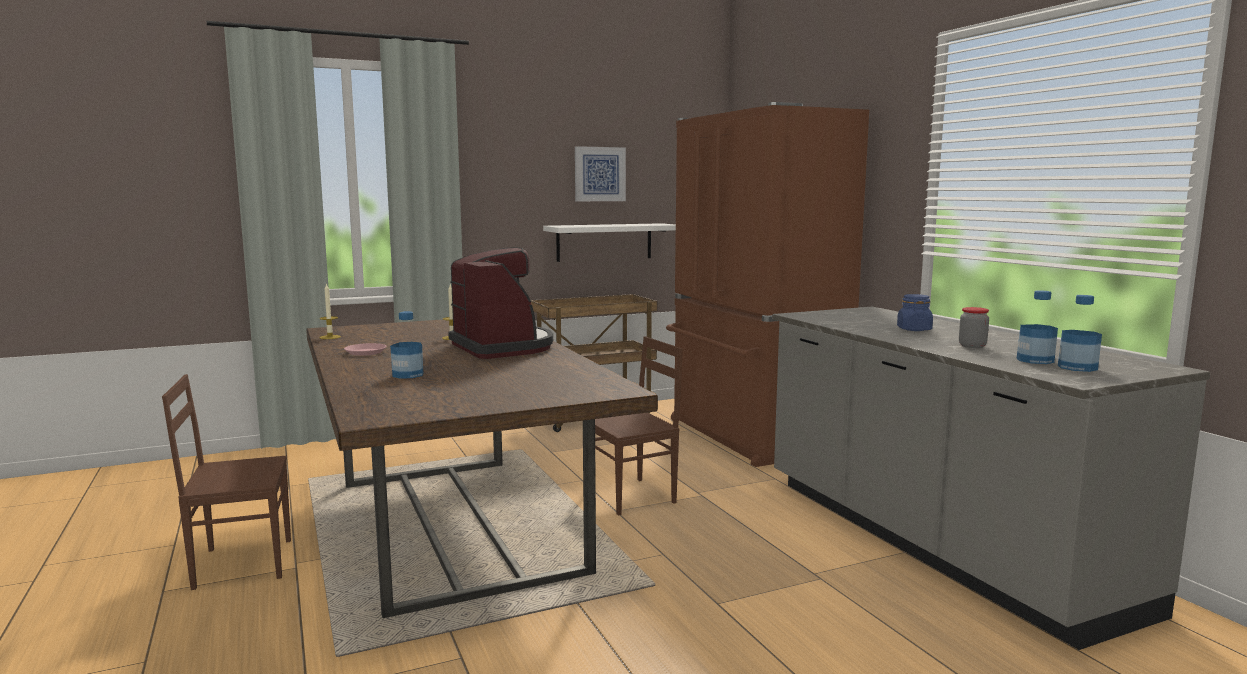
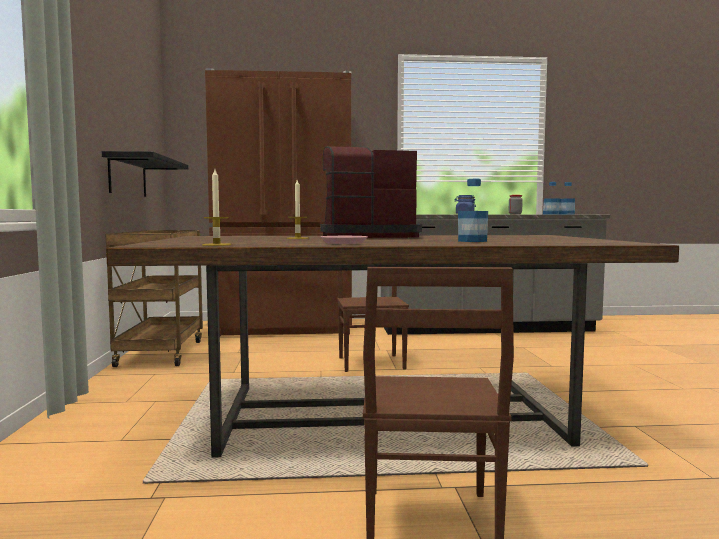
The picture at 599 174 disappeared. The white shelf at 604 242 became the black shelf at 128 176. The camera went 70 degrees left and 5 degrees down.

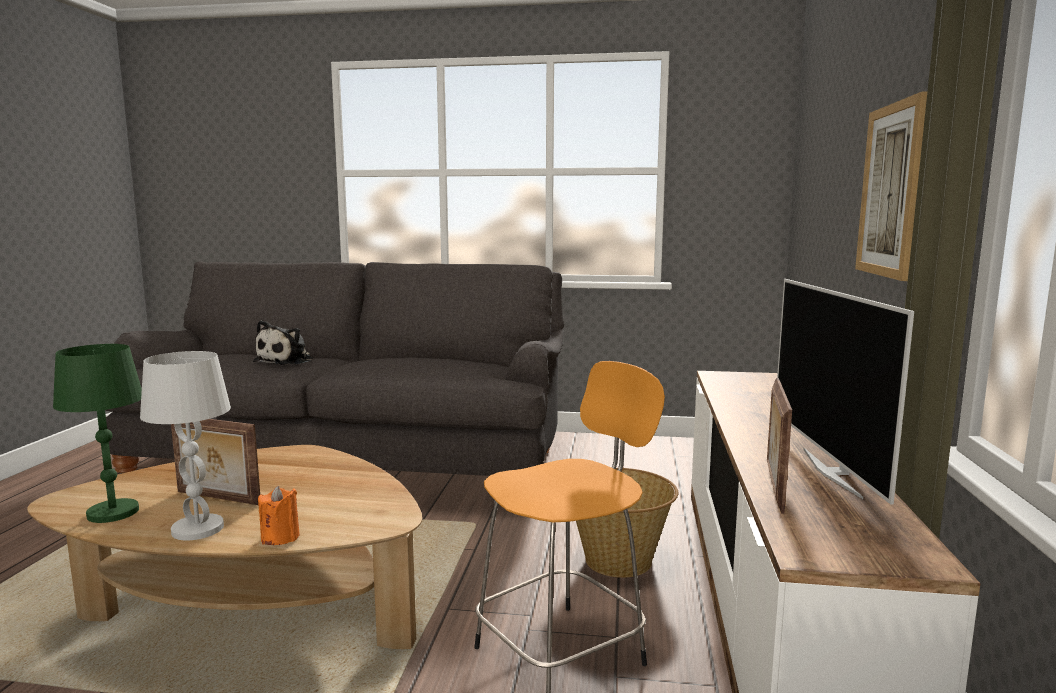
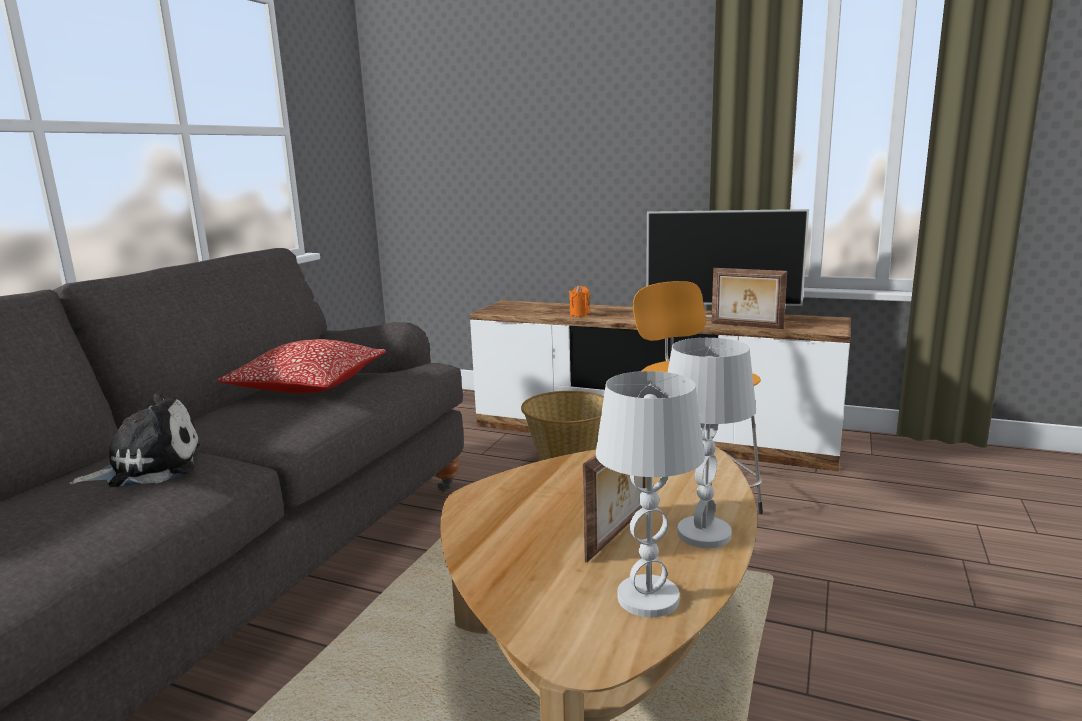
The picture at 890 190 disappeared. The plush toy at 287 360 turned 60 degrees counterclockwise. The green table lamp at 112 512 became the white table lamp at 648 598. The orange candle moved from 280 537 to 579 315. The pillow at 308 386 appeared. The camera went 75 degrees left and 5 degrees up.

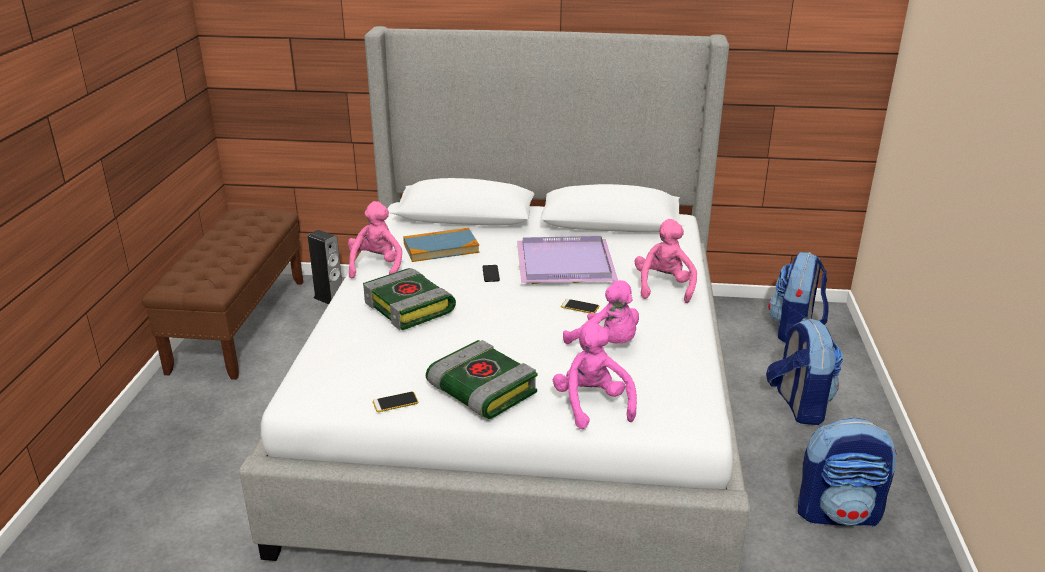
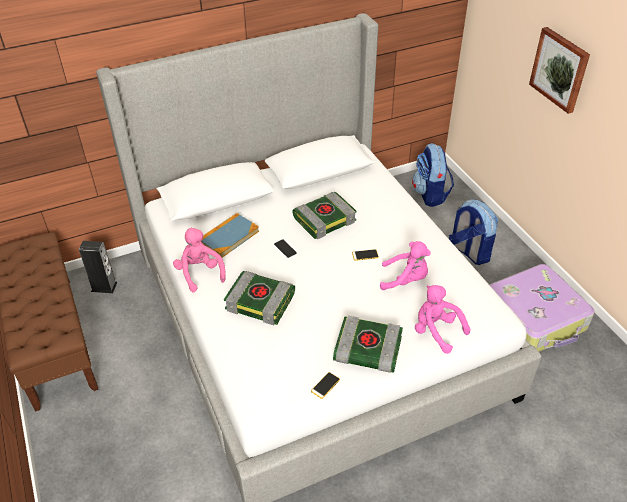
The pink plush toy at 664 287 disappeared. The purple tray at 566 263 was replaced by the book at 324 219. The backpack at 838 513 was replaced by the suitcase at 535 318. The picture at 560 69 appeared. The camera went 30 degrees left and 15 degrees up.

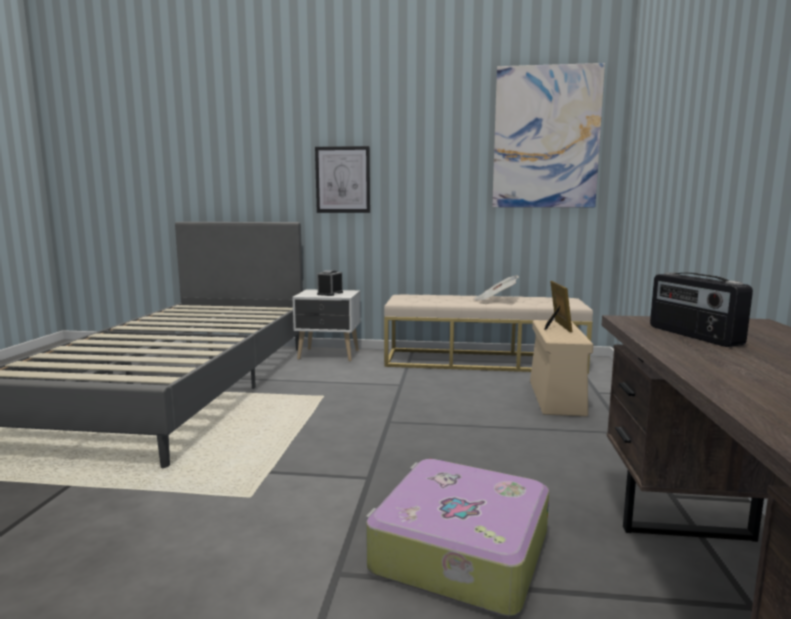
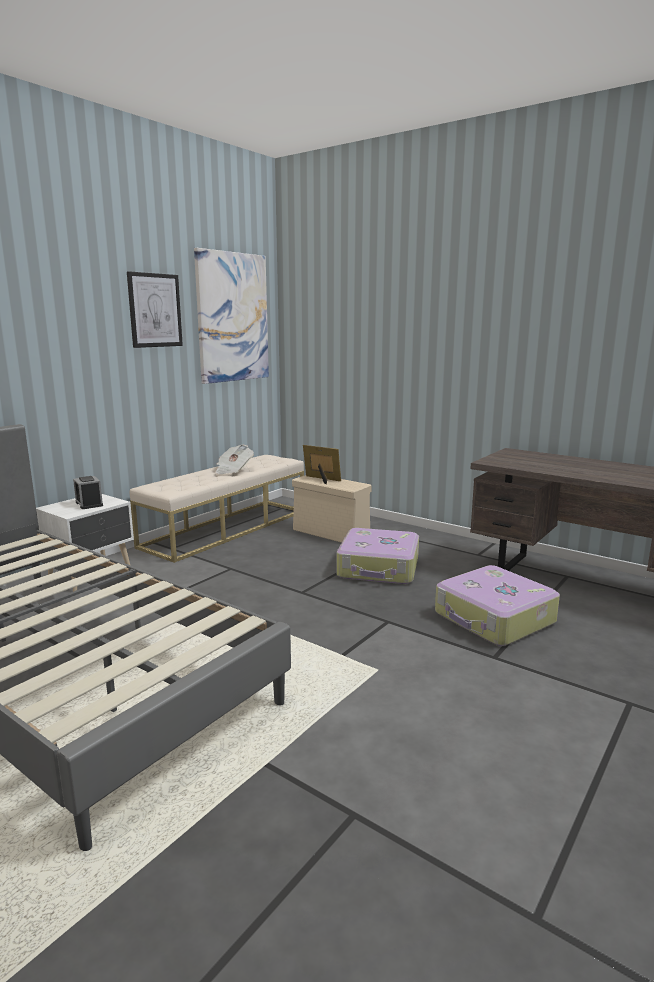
The picture moved from 343 180 to 155 310. The radio at 693 335 disappeared. The suitcase at 379 568 appeared. The camera went 60 degrees left and 5 degrees up.

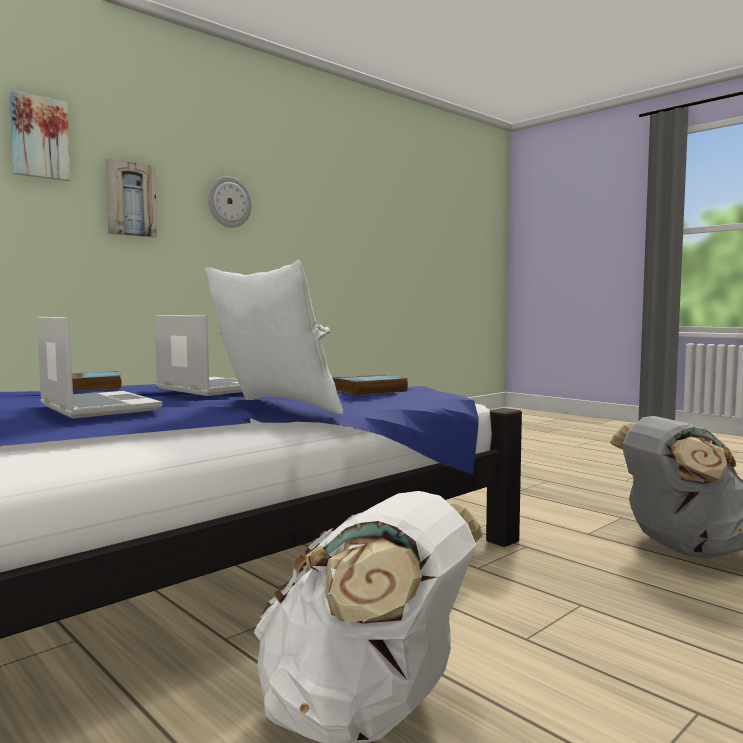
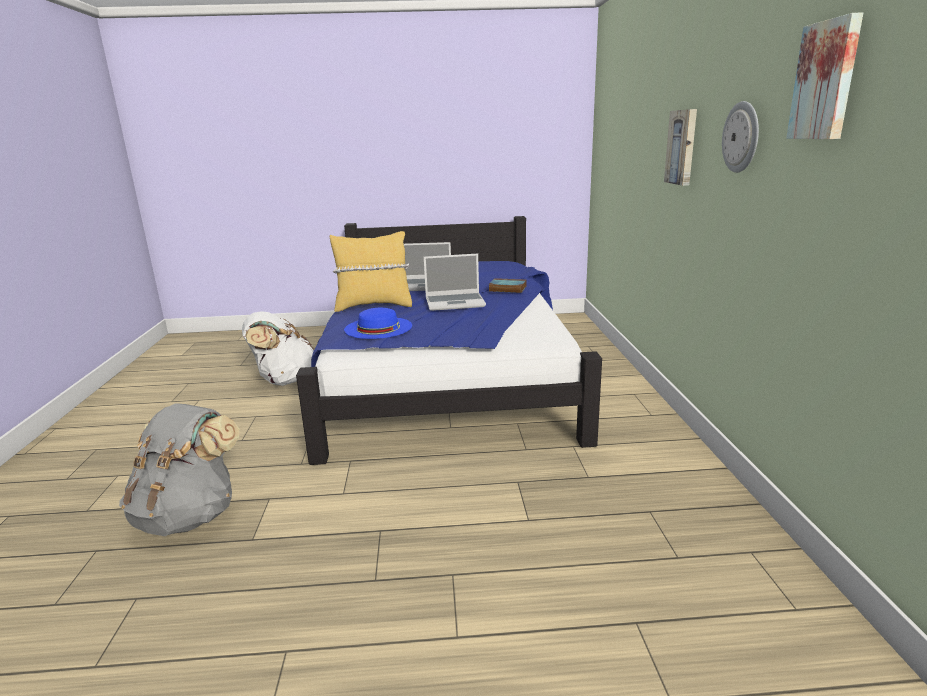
The picture moved from 39 138 to 826 81. The white pillow at 272 409 became the yellow pillow at 373 306. The book at 369 391 was replaced by the blue hat at 378 327. The camera went 130 degrees right and 15 degrees up.

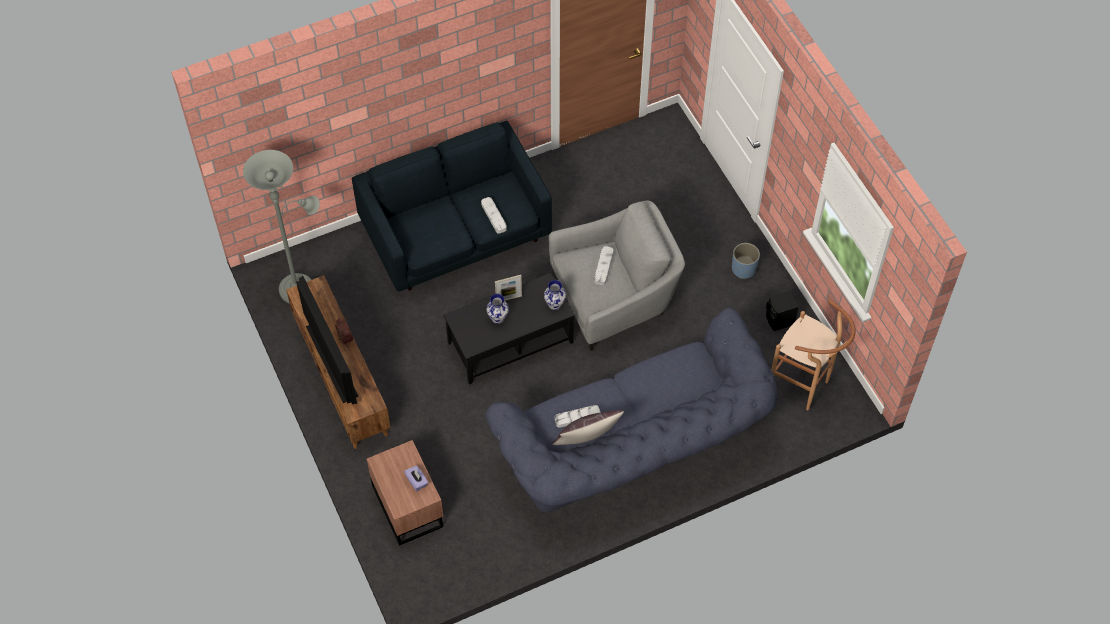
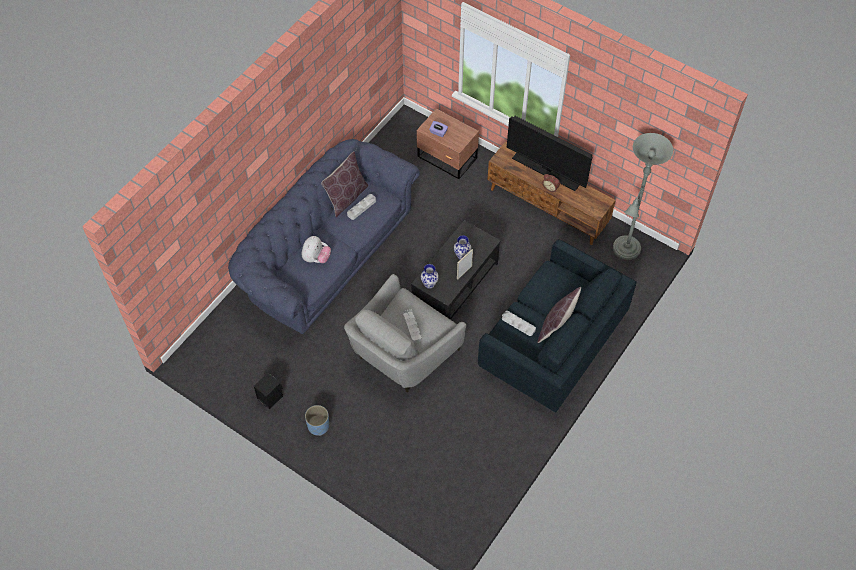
The brown stool at 803 388 disappeared. The plush toy at 316 258 appeared. The brown pillow at 556 326 appeared. The camera went 150 degrees right and 0 degrees up.

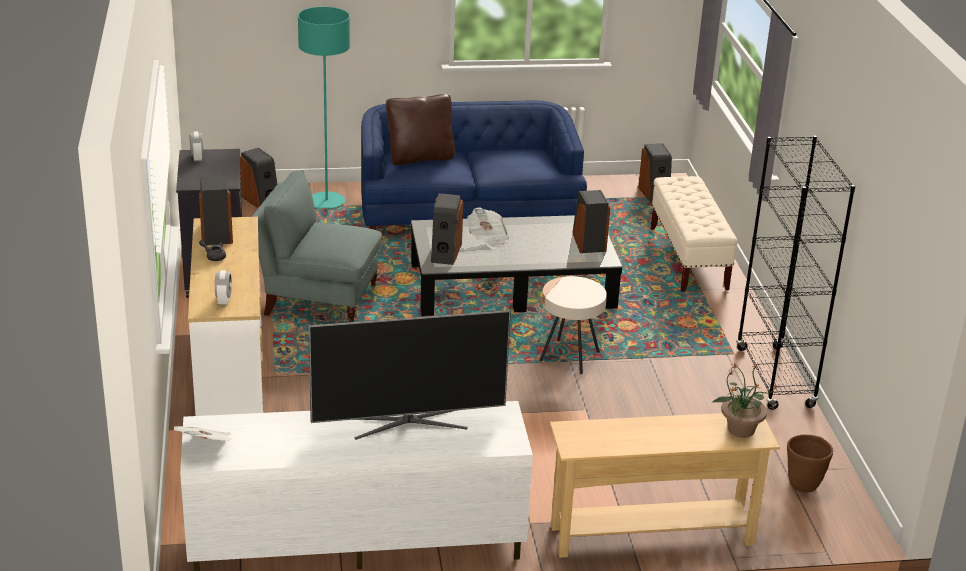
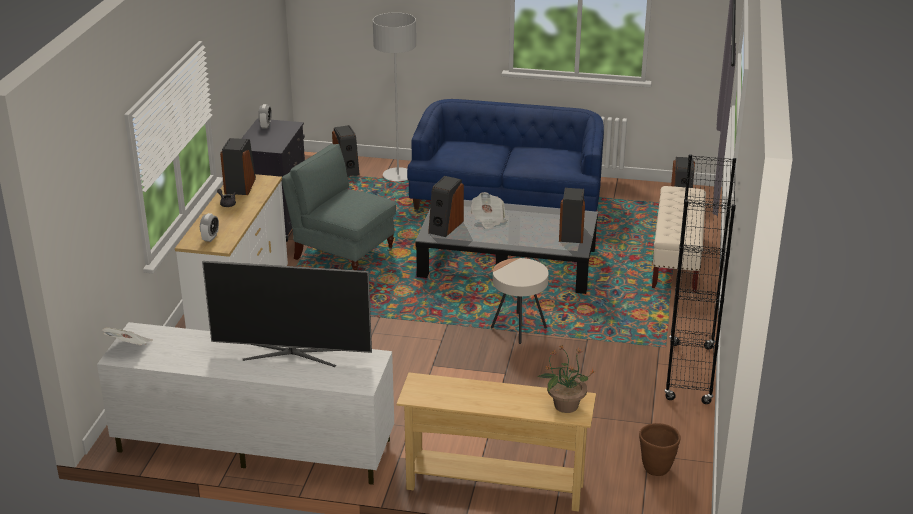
The turquoise floor lamp at 326 202 became the grey floor lamp at 398 176. The brown pillow at 420 158 disappeared. The camera went 20 degrees right and 0 degrees up.

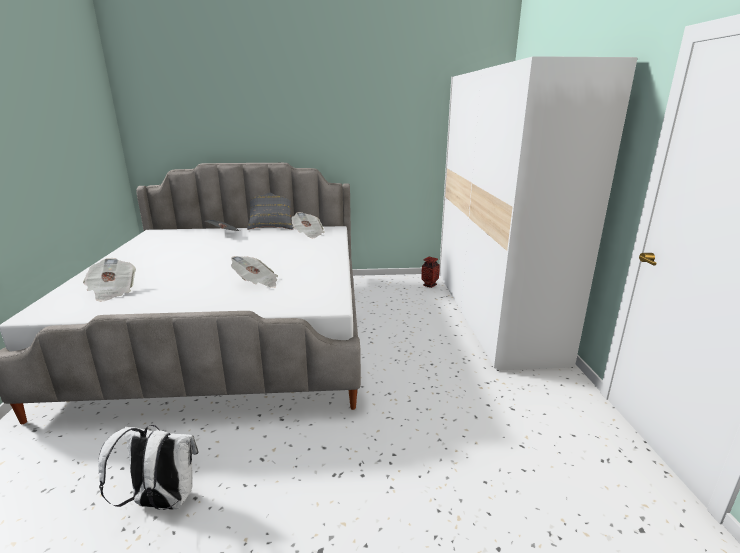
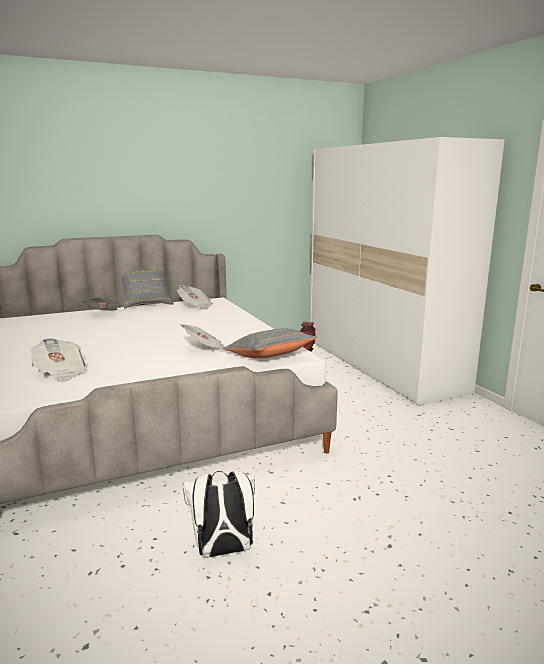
The grey pillow at 269 357 appeared. The camera went 20 degrees left and 5 degrees down.

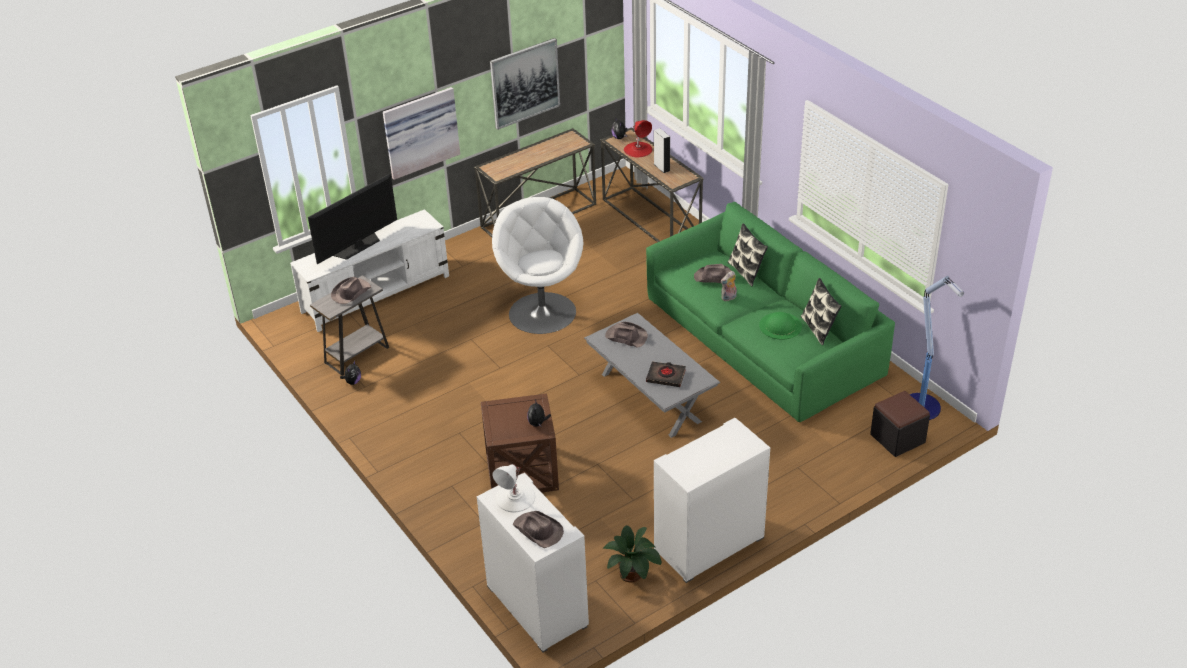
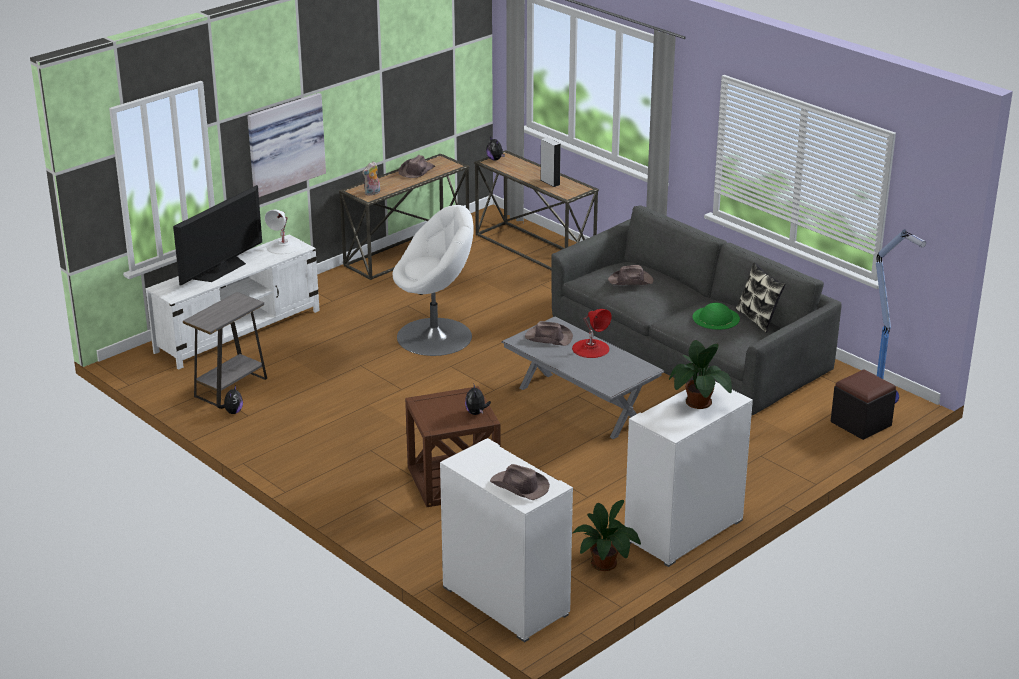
The picture at 525 83 disappeared. The red table lamp moved from 638 149 to 591 348. The white armchair at 542 312 turned 105 degrees clockwise. The green sofa at 763 337 became the grey sofa at 688 345. The pillow at 746 272 disappeared. The plush toy moved from 728 298 to 372 193. The brown hat moved from 350 292 to 416 171. The black book at 666 376 disappeared. The white table lamp moved from 515 497 to 283 247. The potted plant at 698 403 appeared. The camera went 10 degrees left and 10 degrees down.

